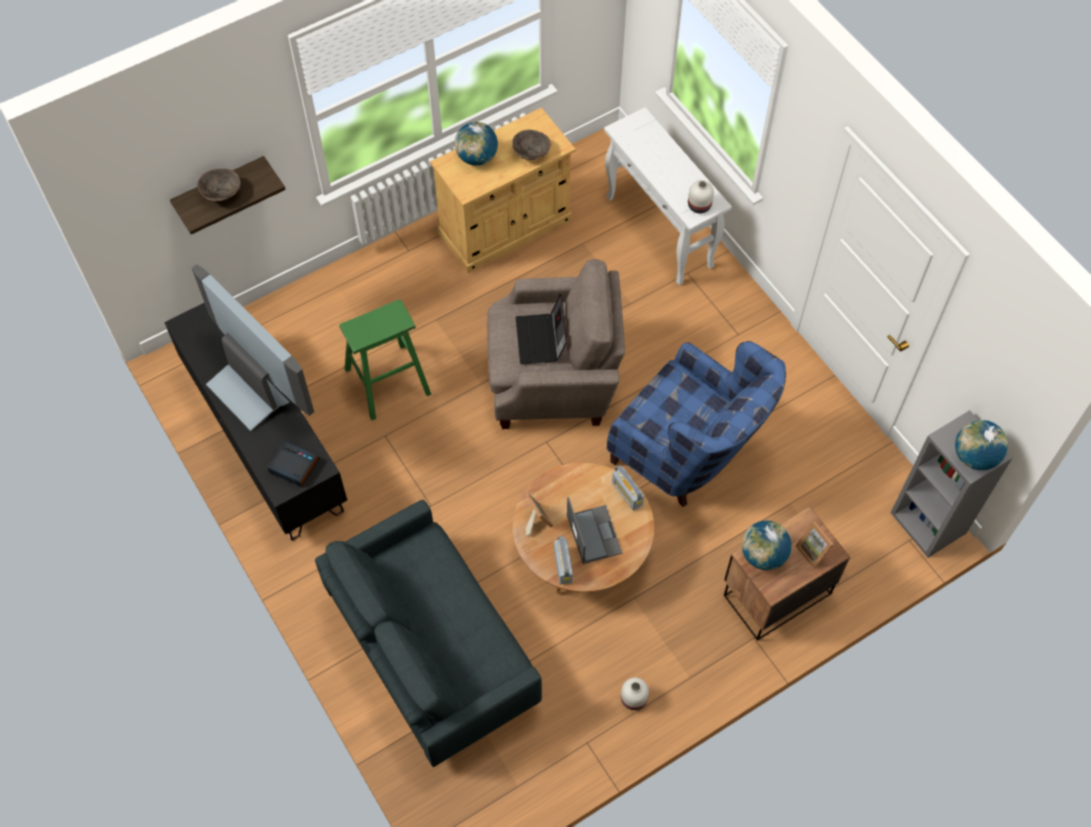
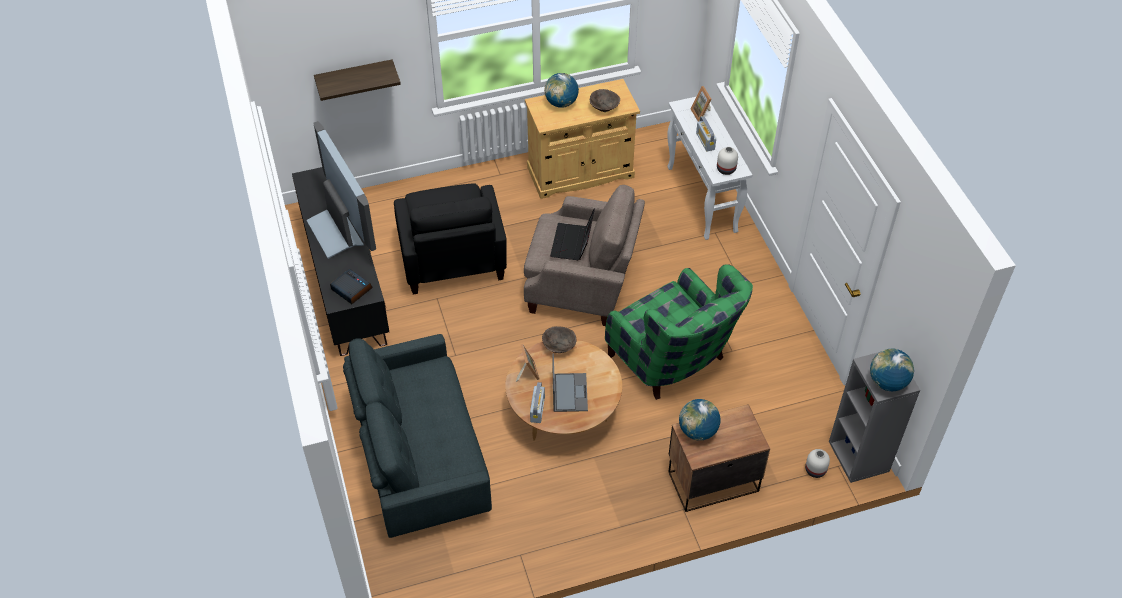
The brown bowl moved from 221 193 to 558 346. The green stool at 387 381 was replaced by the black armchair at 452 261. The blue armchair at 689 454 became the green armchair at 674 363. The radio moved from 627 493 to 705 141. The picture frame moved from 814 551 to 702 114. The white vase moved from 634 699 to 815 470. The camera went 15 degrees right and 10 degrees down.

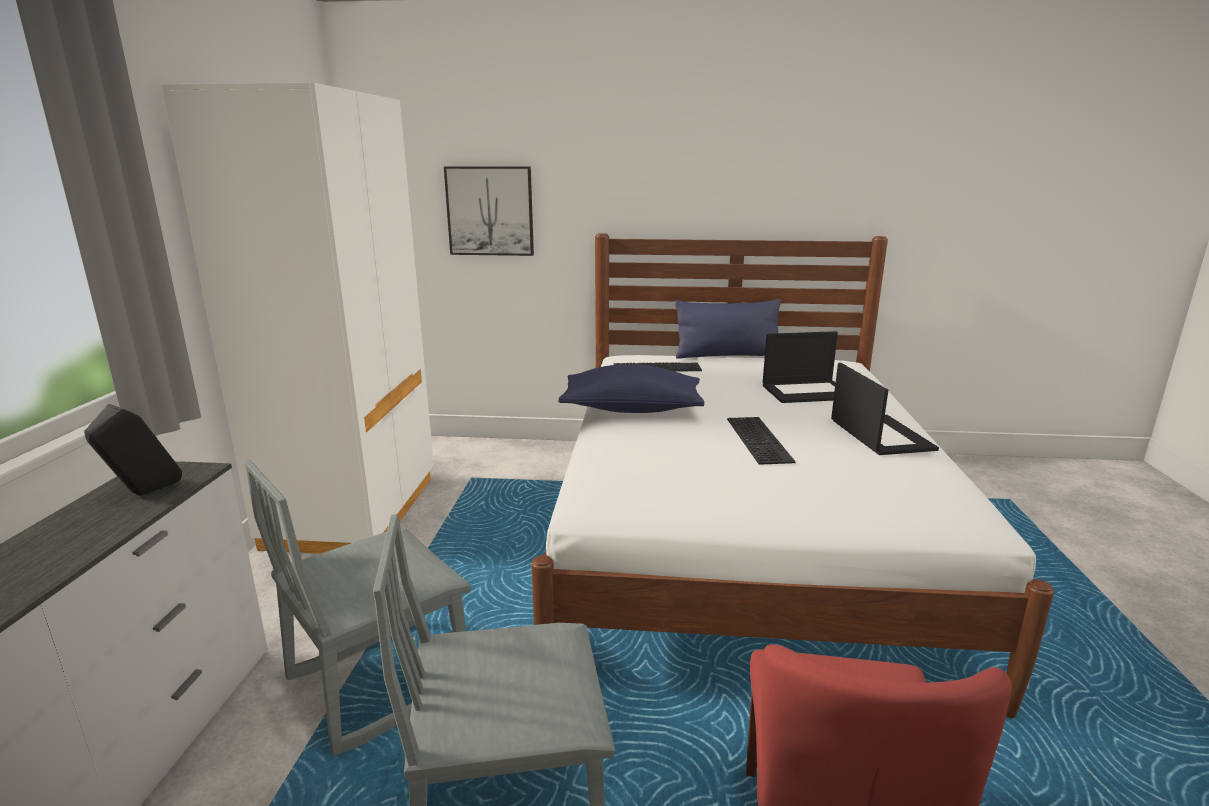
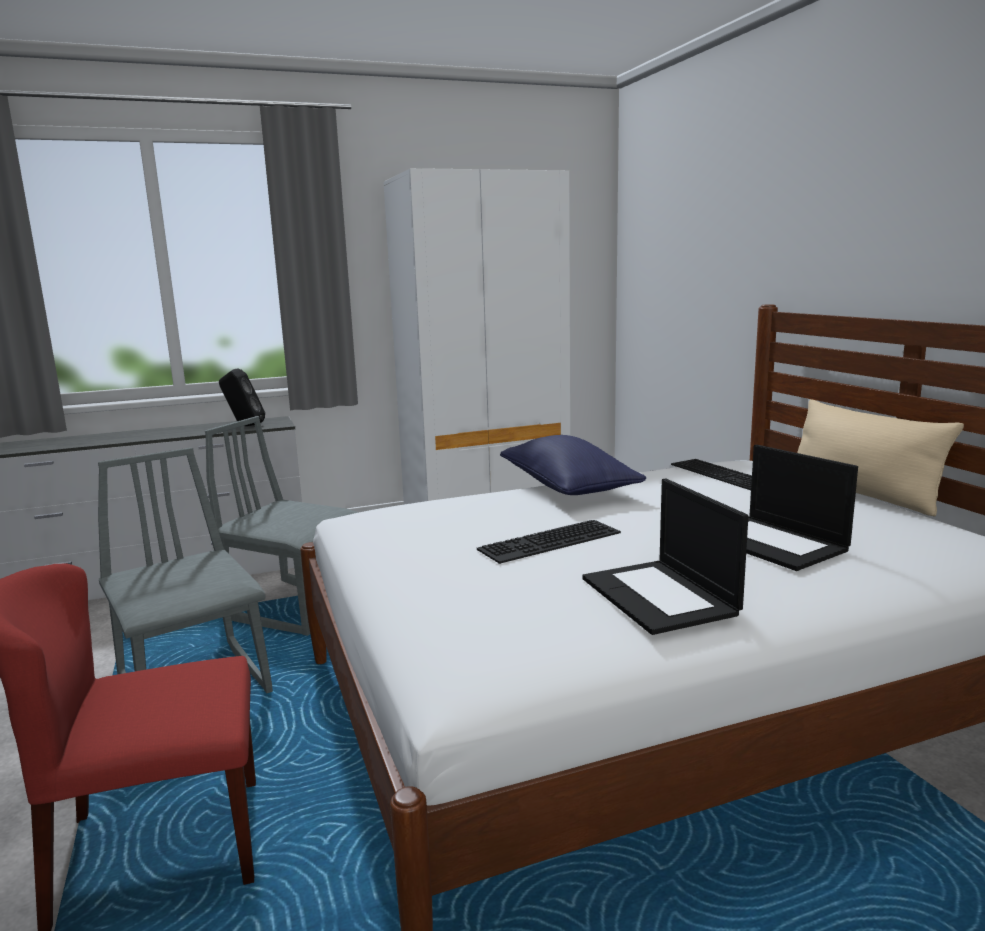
The picture at 490 211 disappeared. The blue pillow at 727 355 became the beige pillow at 861 493. The laptop at 879 435 turned 105 degrees clockwise. The camera went 65 degrees right and 5 degrees down.

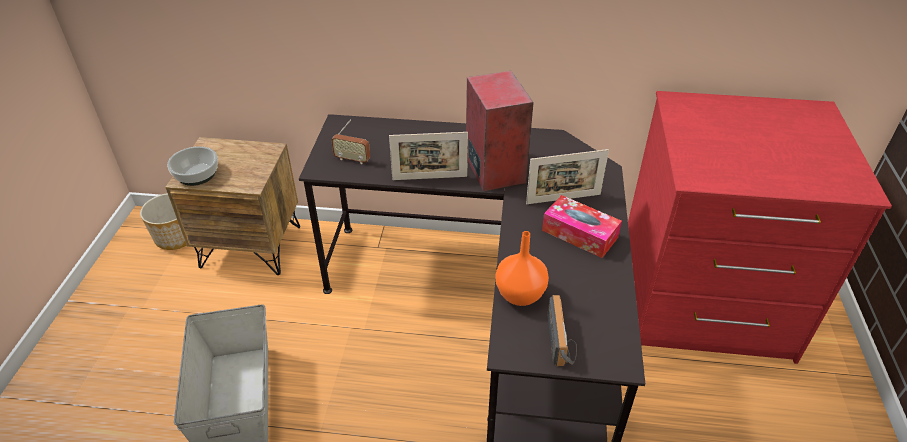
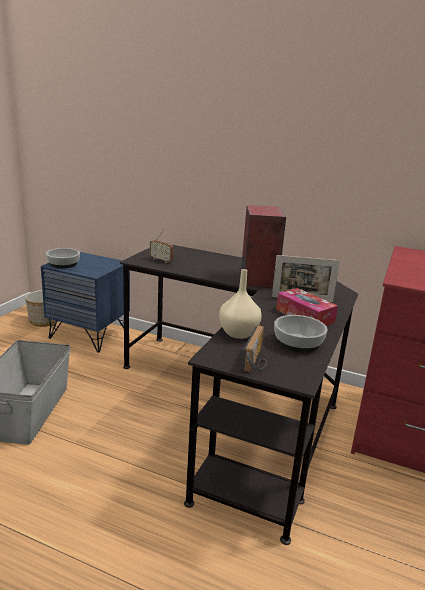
The picture frame at 429 178 disappeared. The brown nightstand at 251 246 became the blue nightstand at 89 335. The orange vase at 521 294 became the beige vase at 239 333. The bowl at 297 343 appeared. The camera went 15 degrees right and 20 degrees down.

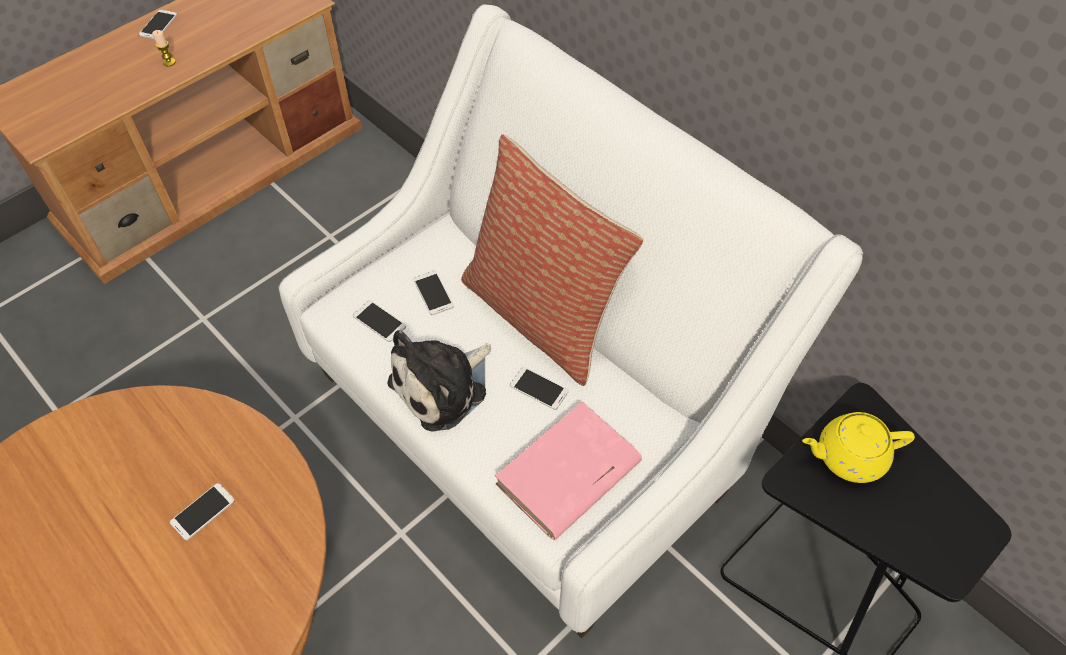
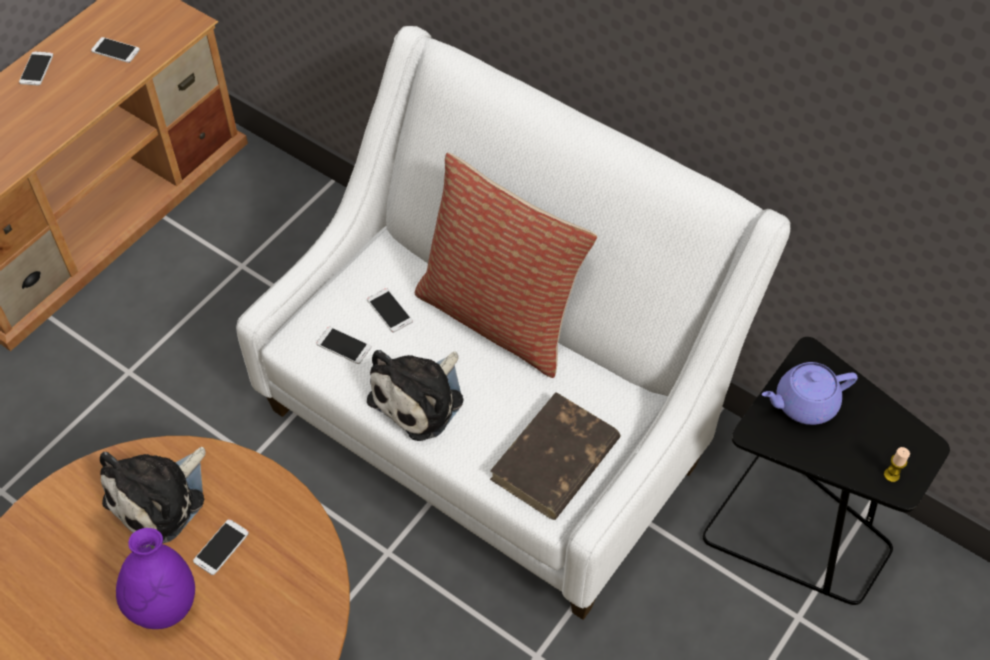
The candle moved from 169 62 to 891 475. The phone moved from 538 388 to 115 50. The pink book at 567 474 became the brown book at 554 461. The yellow teapot at 848 456 became the purple teapot at 804 403. The plush toy at 160 498 appeared. The purple vase at 164 605 appeared. The camera went 10 degrees left and 0 degrees up.

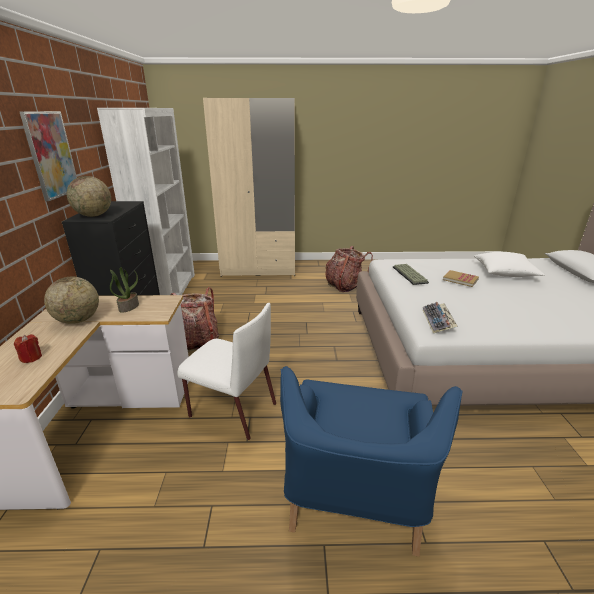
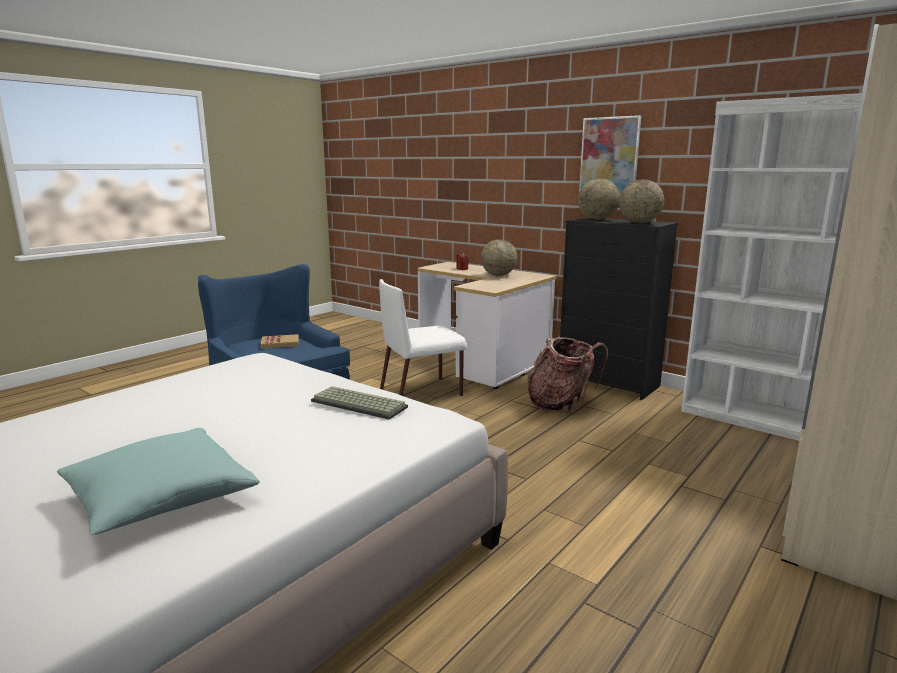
The backpack at 344 285 disappeared. The white pillow at 505 273 became the turquoise pillow at 160 499. The potted plant at 129 307 disappeared. The book moved from 460 279 to 280 343. The keyboard at 438 322 disappeared. The globe at 639 223 appeared. The camera went 130 degrees right and 10 degrees down.

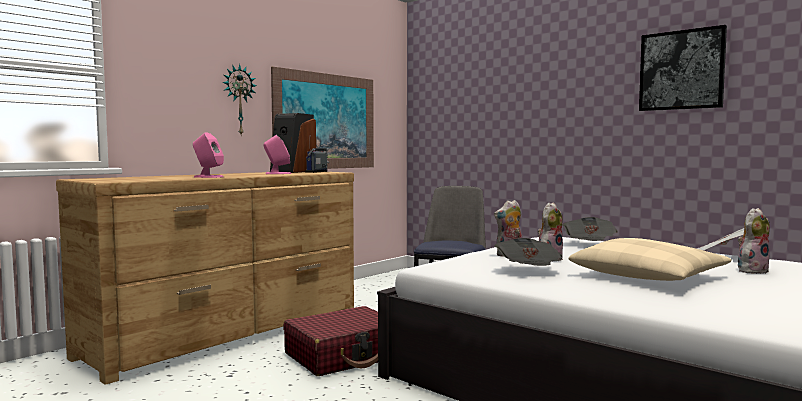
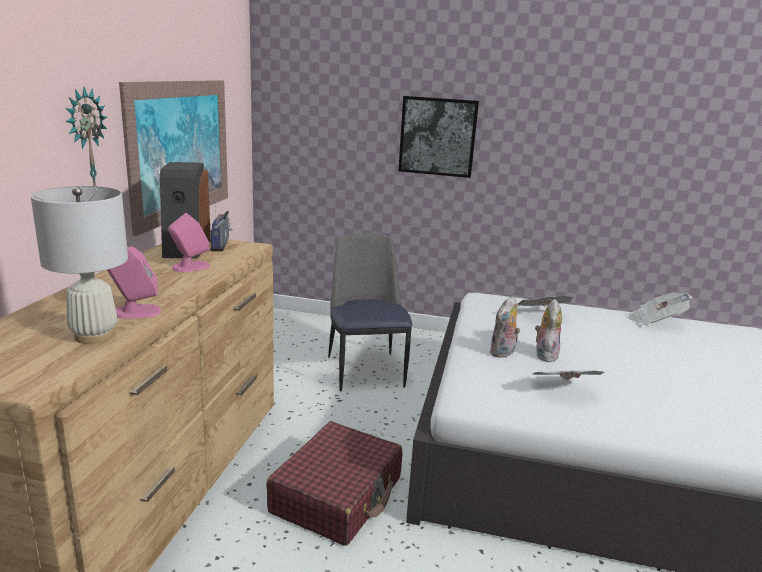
The picture moved from 681 70 to 437 136. The plush toy at 751 270 disappeared. The beige pillow at 648 277 disappeared. The white table lamp at 94 336 appeared. The camera went 30 degrees left and 15 degrees up.

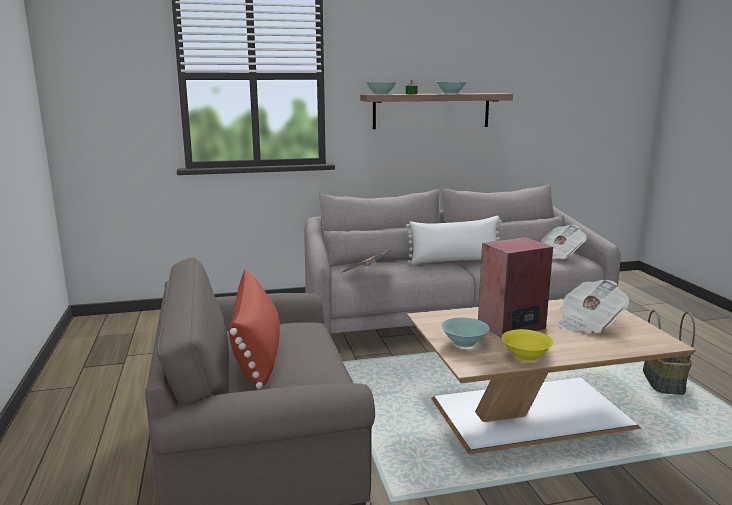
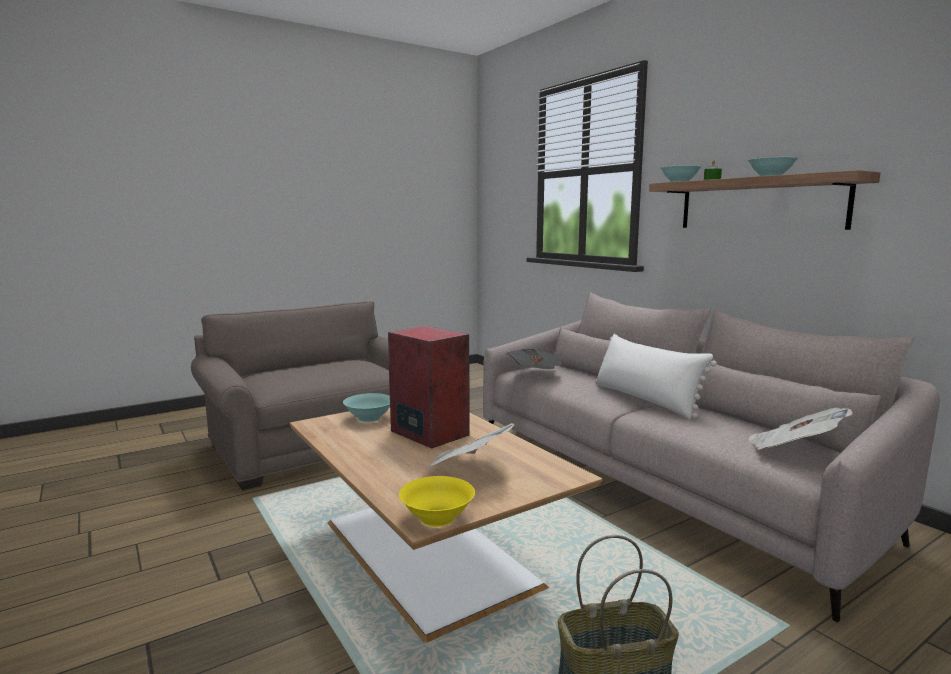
The red pillow at 257 353 disappeared. The yellow bowl moved from 525 356 to 438 518. The camera went 70 degrees right and 5 degrees down.

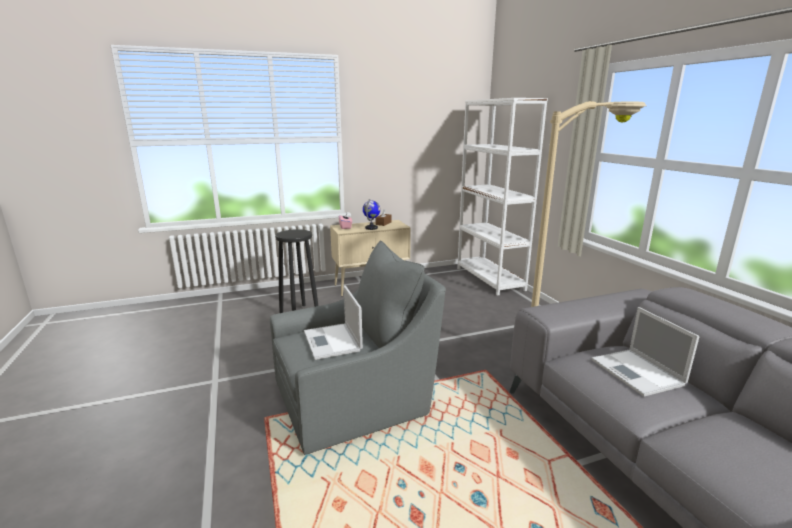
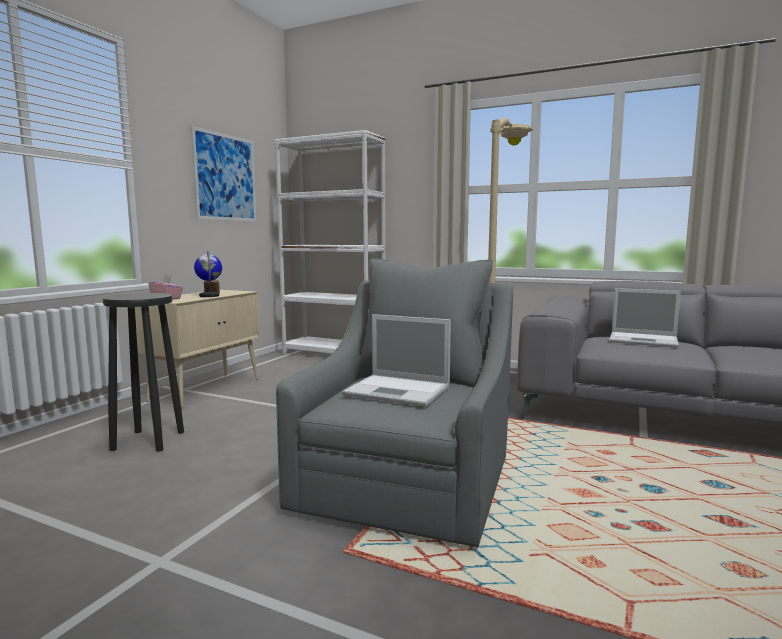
The picture at 225 177 appeared. The camera went 45 degrees left and 10 degrees down.

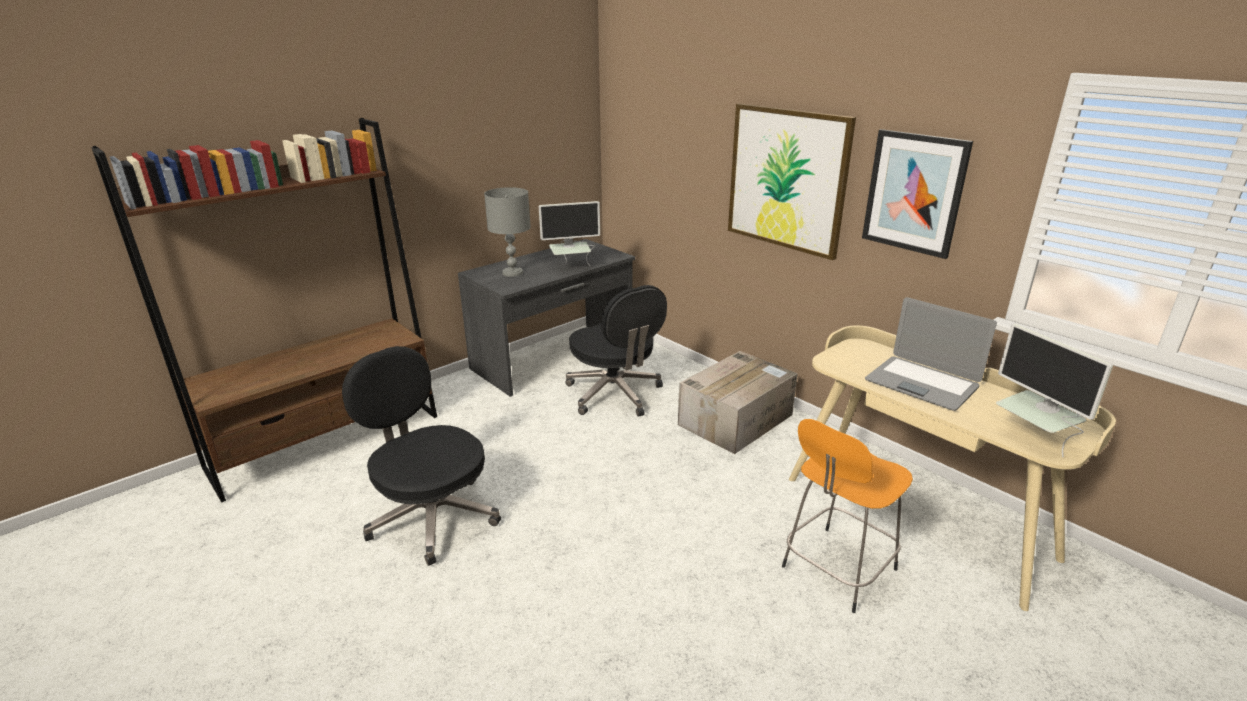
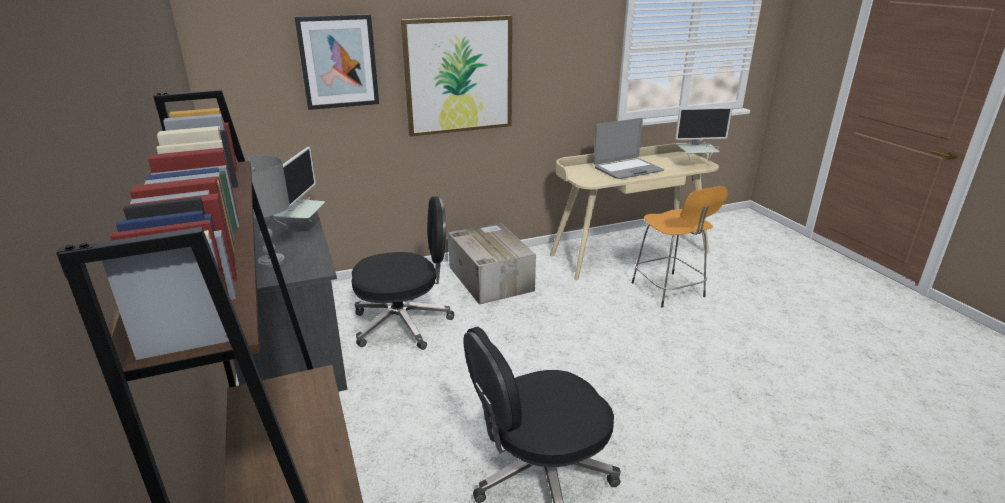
The picture moved from 914 193 to 338 62. The camera went 70 degrees left and 0 degrees up.

